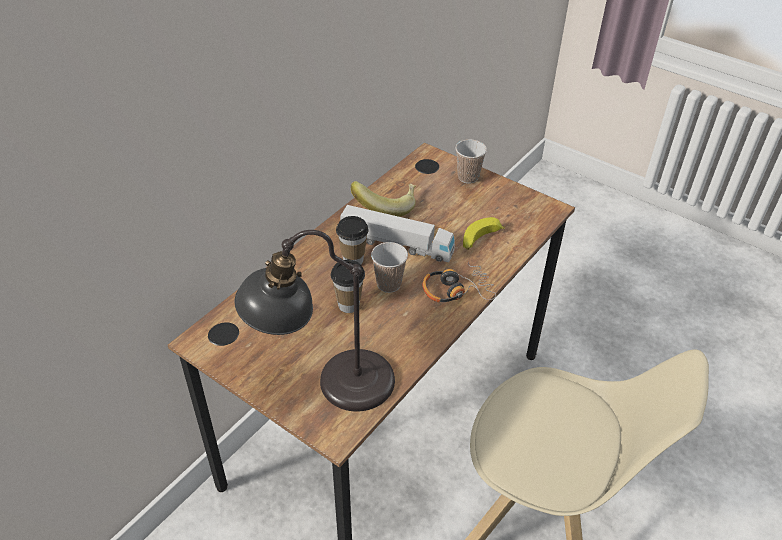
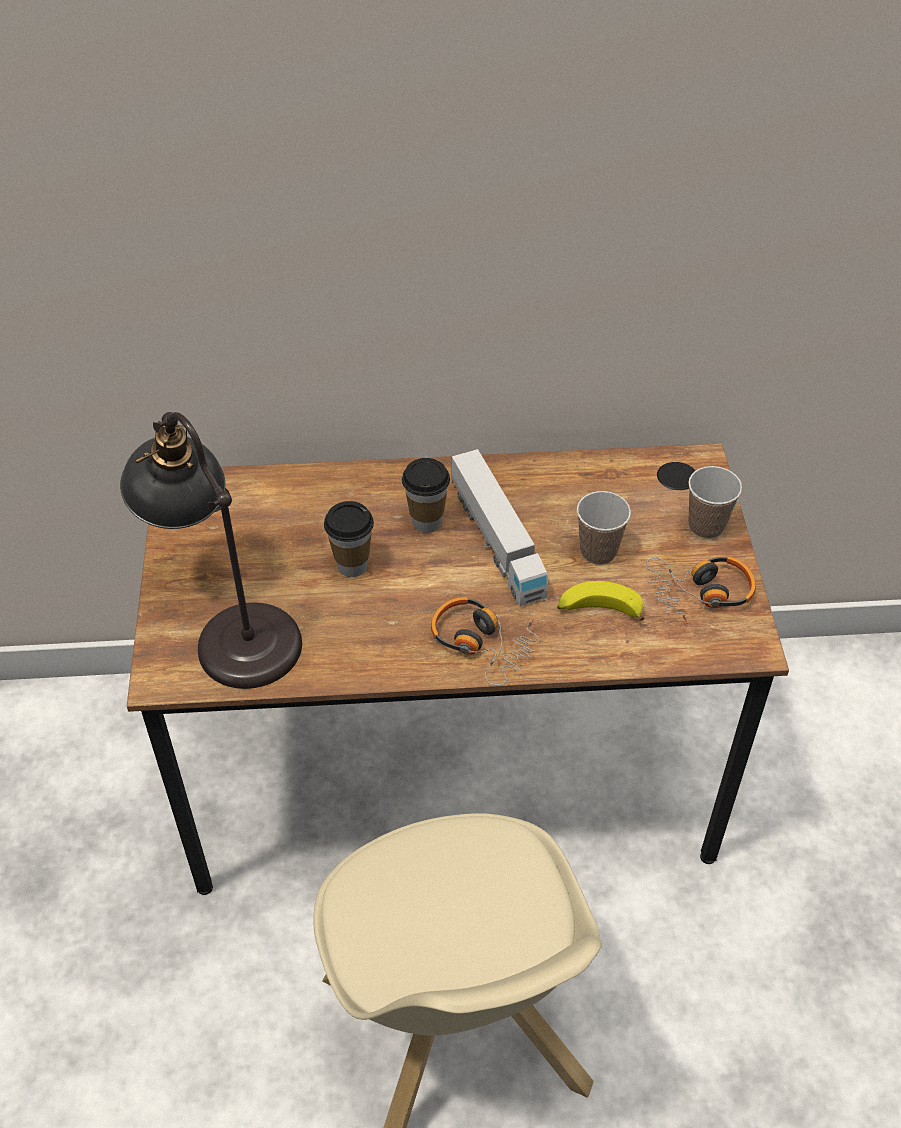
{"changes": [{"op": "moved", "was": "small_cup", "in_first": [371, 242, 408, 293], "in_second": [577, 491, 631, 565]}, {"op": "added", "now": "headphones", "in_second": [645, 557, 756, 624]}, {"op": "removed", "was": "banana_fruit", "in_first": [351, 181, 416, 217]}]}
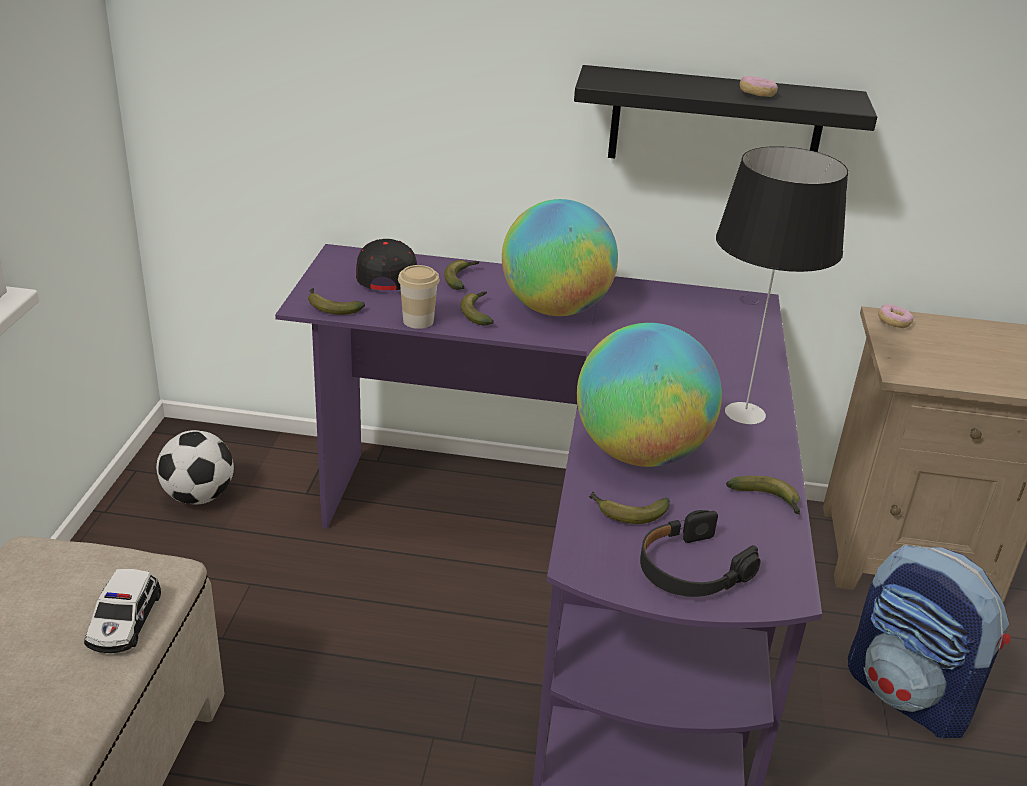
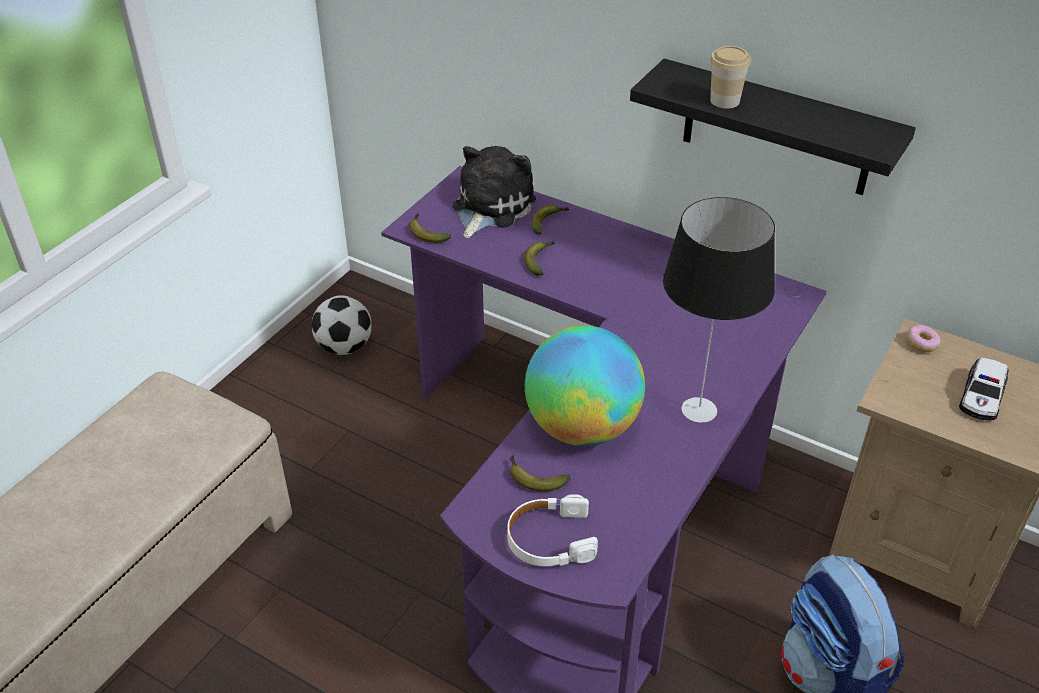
{"changes": [{"op": "replaced", "was": "black-coloured_cap", "now": "soft_toy", "in_first": [356, 239, 417, 290], "in_second": [453, 146, 536, 238]}, {"op": "recoloured", "was": "black-coloured_headphones", "now": "white-coloured_headphones", "in_first": [640, 510, 760, 597], "in_second": [507, 494, 598, 566]}, {"op": "moved", "was": "small_cup", "in_first": [398, 265, 440, 329], "in_second": [710, 46, 751, 109]}, {"op": "moved", "was": "toy_car", "in_first": [84, 569, 161, 653], "in_second": [959, 357, 1009, 421]}, {"op": "removed", "was": "globe", "in_first": [502, 199, 618, 316]}, {"op": "removed", "was": "banana_fruit", "in_first": [726, 476, 800, 515]}, {"op": "removed", "was": "donut", "in_first": [740, 76, 778, 97]}]}
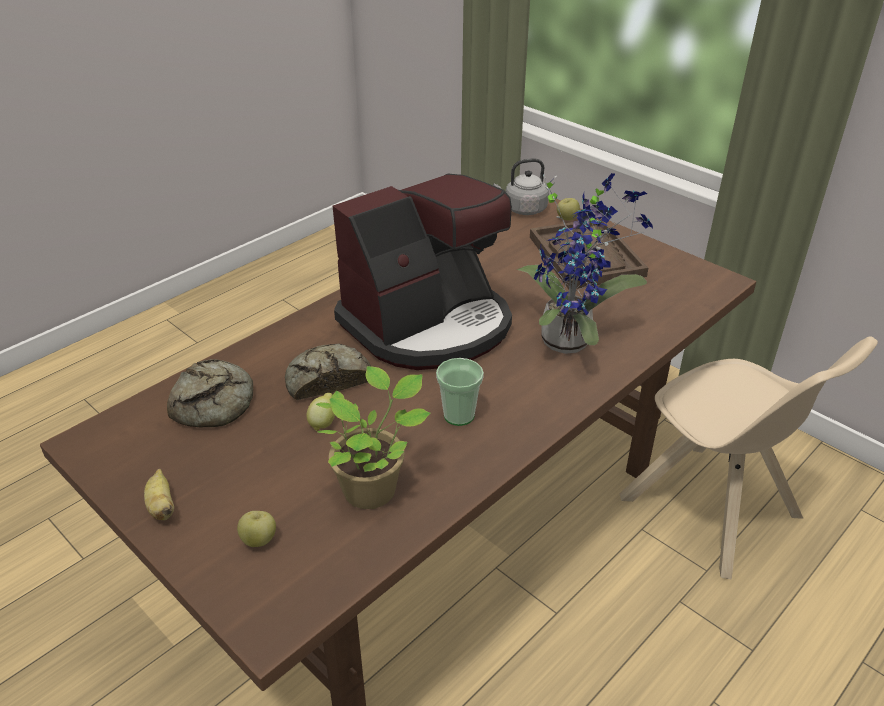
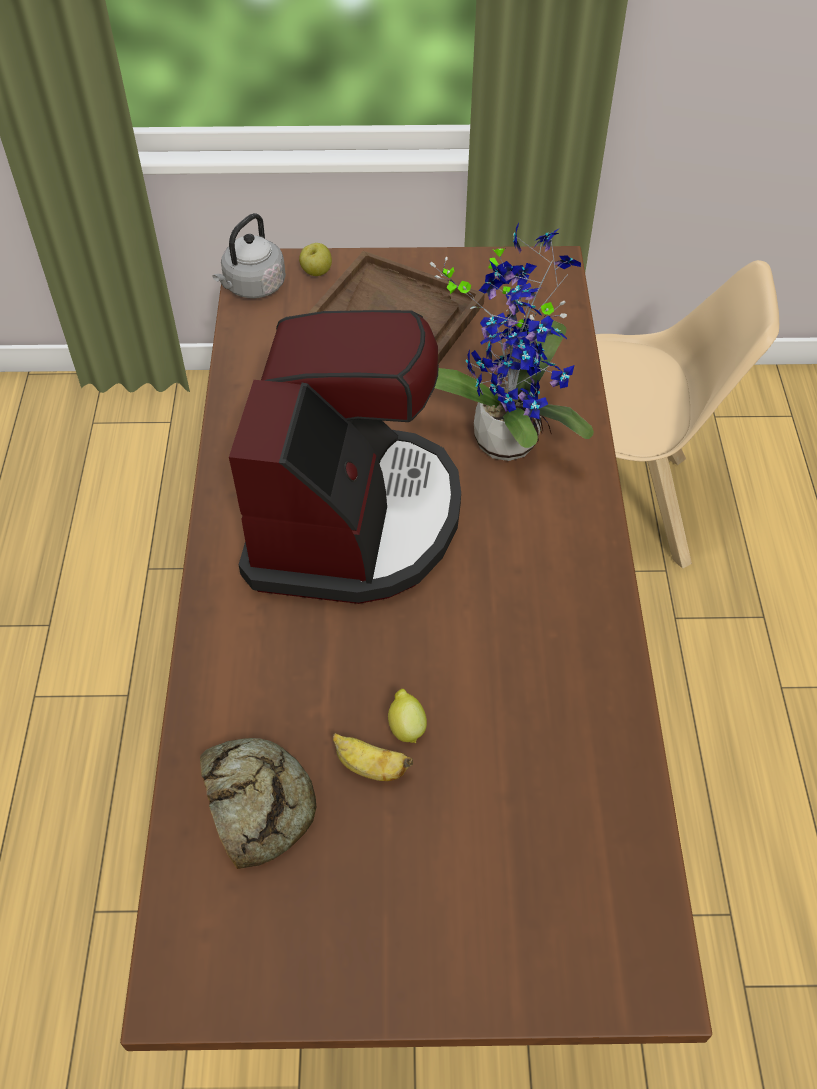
{"changes": [{"op": "moved", "was": "banana_fruit", "in_first": [144, 469, 174, 520], "in_second": [333, 733, 413, 781]}, {"op": "removed", "was": "apple", "in_first": [237, 511, 276, 547]}, {"op": "removed", "was": "bread", "in_first": [285, 343, 371, 400]}, {"op": "removed", "was": "potted_plant", "in_first": [316, 366, 431, 509]}, {"op": "removed", "was": "small_cup", "in_first": [436, 358, 484, 426]}]}
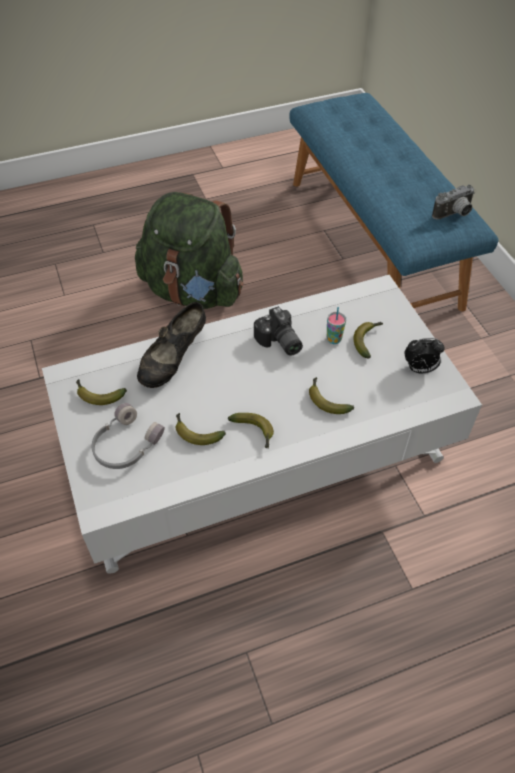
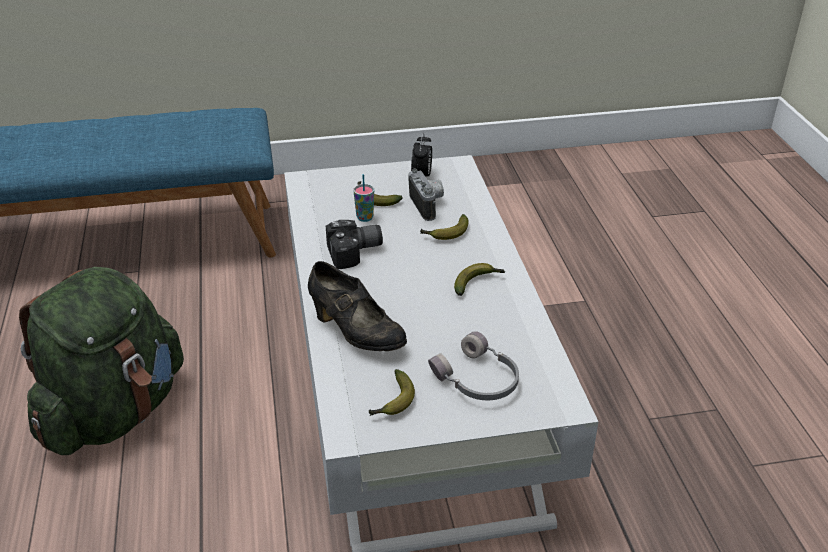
{"changes": [{"op": "moved", "was": "photo_camera", "in_first": [432, 184, 475, 220], "in_second": [408, 168, 444, 221]}, {"op": "removed", "was": "banana_fruit", "in_first": [176, 413, 226, 445]}]}
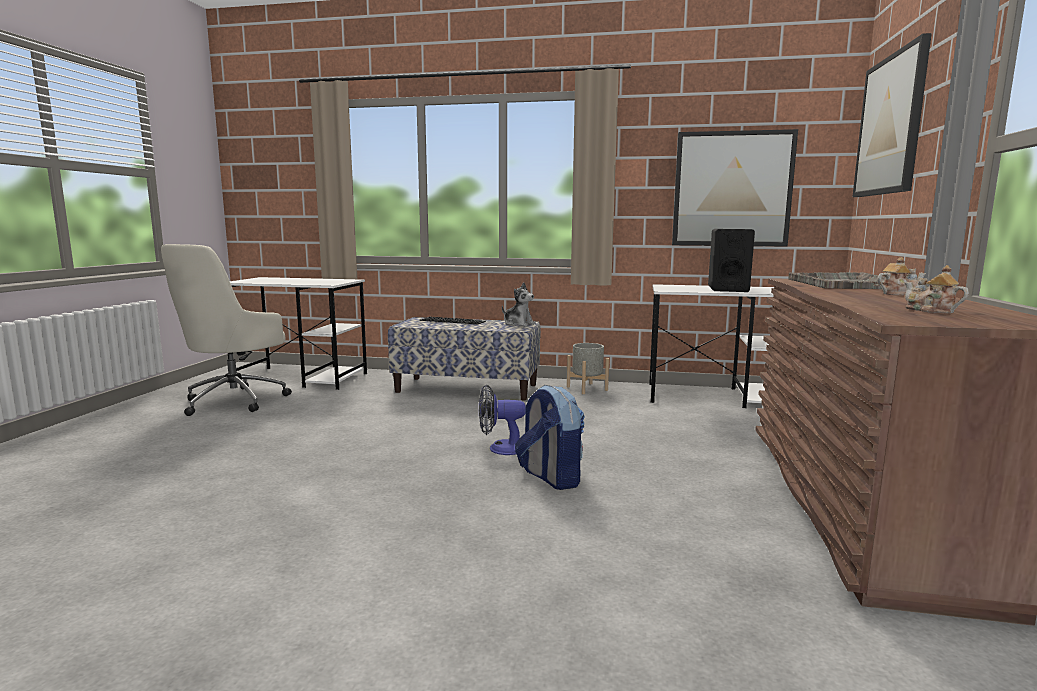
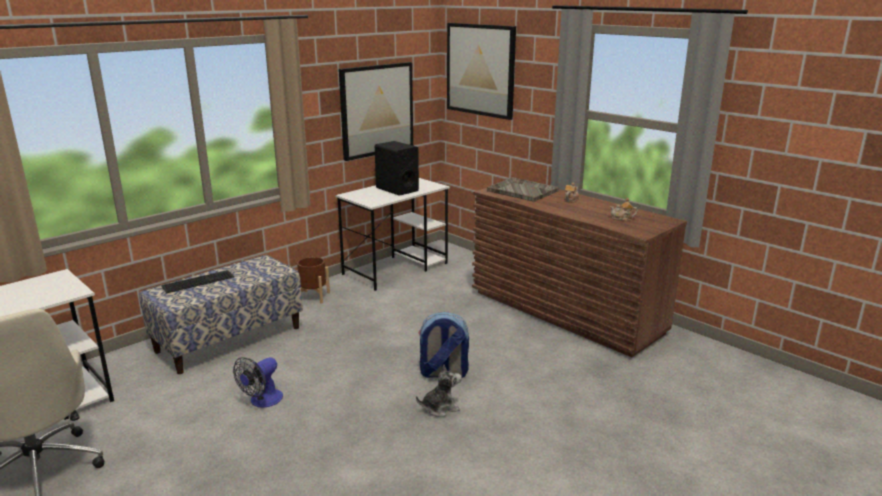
{"changes": [{"op": "moved", "was": "cooling_fan", "in_first": [479, 384, 526, 455], "in_second": [233, 357, 283, 408]}, {"op": "recoloured", "was": "grey_flower_pot", "now": "brown-coloured_flower_pot", "in_first": [567, 343, 609, 394], "in_second": [297, 257, 330, 304]}, {"op": "moved", "was": "soft_toy", "in_first": [502, 282, 536, 326], "in_second": [416, 364, 462, 417]}]}
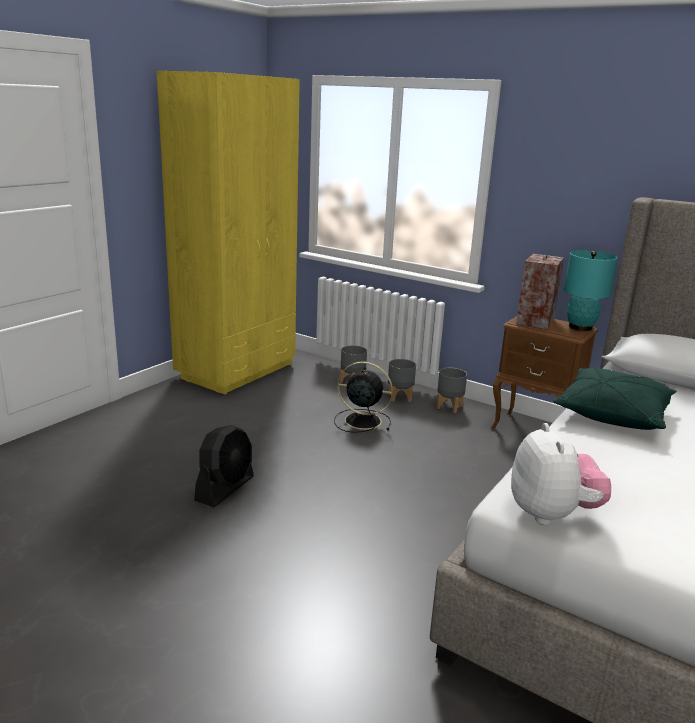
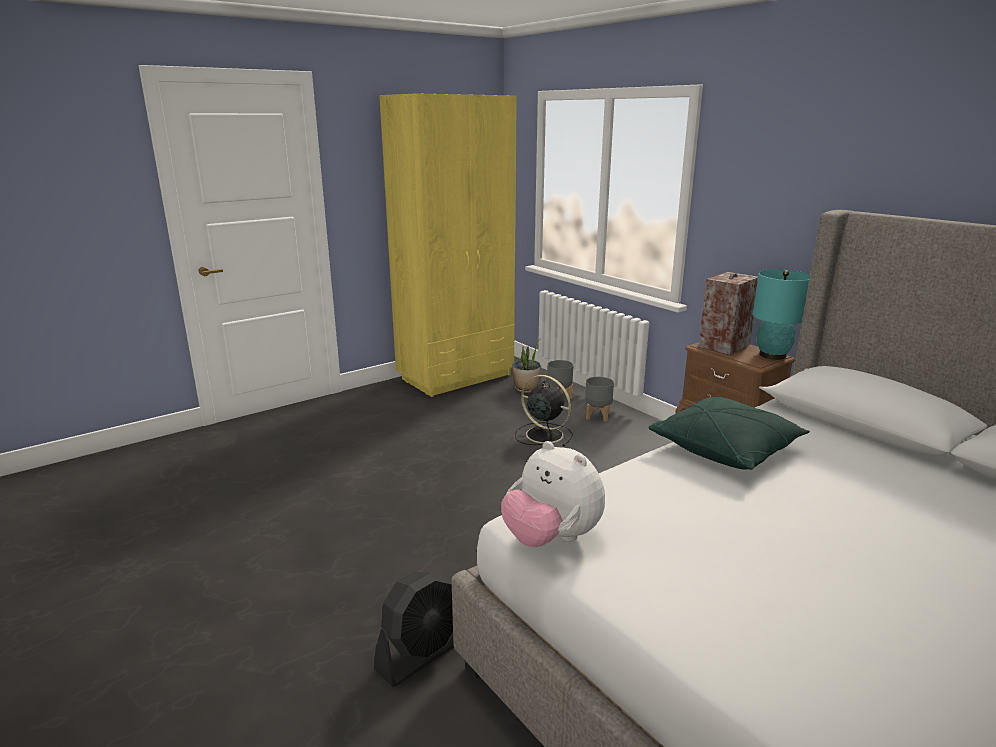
{"changes": [{"op": "moved", "was": "black-coloured_cooling_fan", "in_first": [194, 425, 254, 507], "in_second": [374, 572, 454, 687]}, {"op": "turned", "was": "soft_toy", "in_first": [511, 423, 611, 525], "in_second": [501, 441, 605, 547], "clockwise": 120}, {"op": "added", "now": "potted_plant", "in_second": [512, 339, 541, 393]}, {"op": "removed", "was": "grey_flower_pot", "in_first": [436, 368, 467, 413]}]}
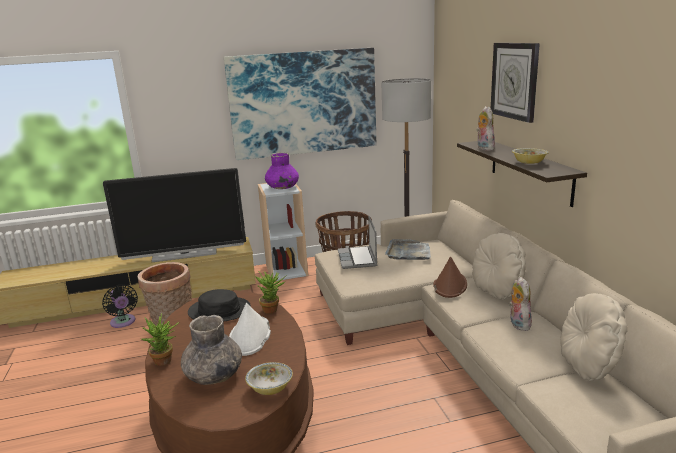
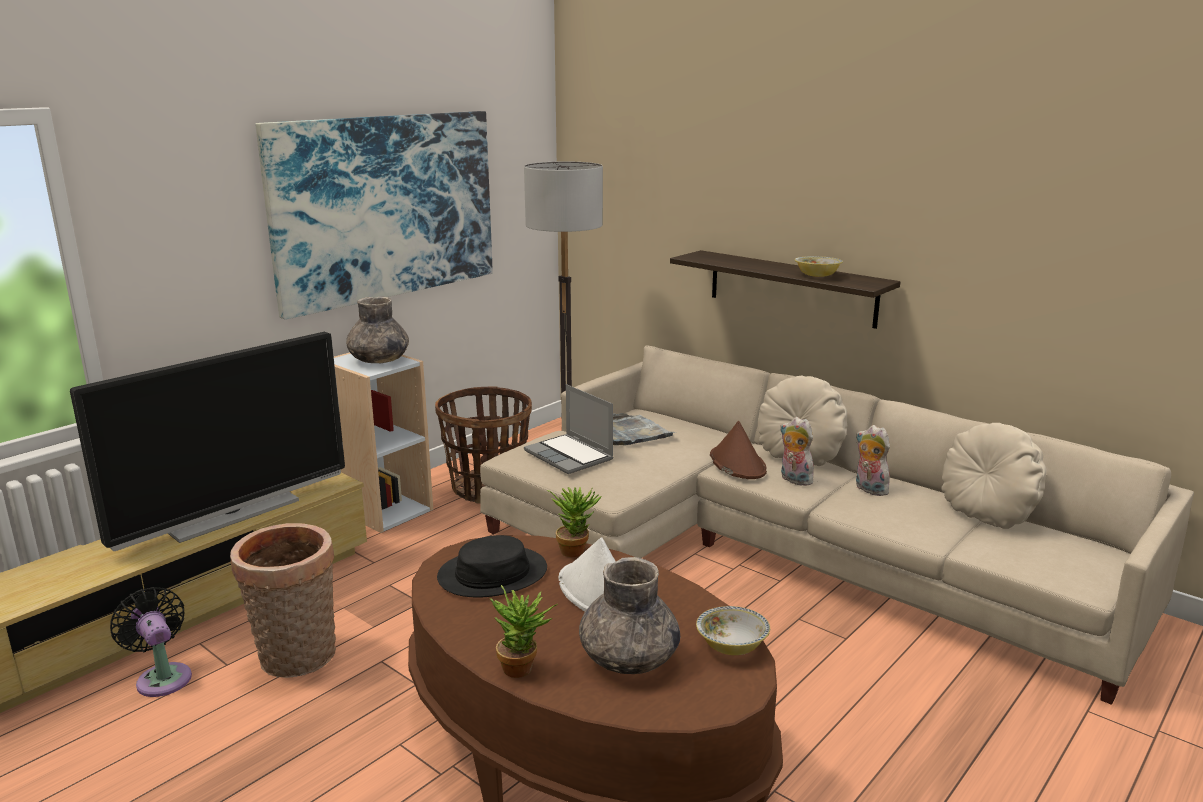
{"changes": [{"op": "turned", "was": "black-coloured_cooling_fan", "in_first": [102, 285, 138, 328], "in_second": [110, 587, 192, 697], "clockwise": -150}, {"op": "recoloured", "was": "purple_decorative_vase", "now": "grey_decorative_vase", "in_first": [265, 152, 299, 189], "in_second": [346, 296, 409, 363]}, {"op": "moved", "was": "soft_toy", "in_first": [476, 106, 495, 150], "in_second": [780, 417, 814, 486]}, {"op": "removed", "was": "hanging_clock", "in_first": [491, 43, 540, 123]}]}
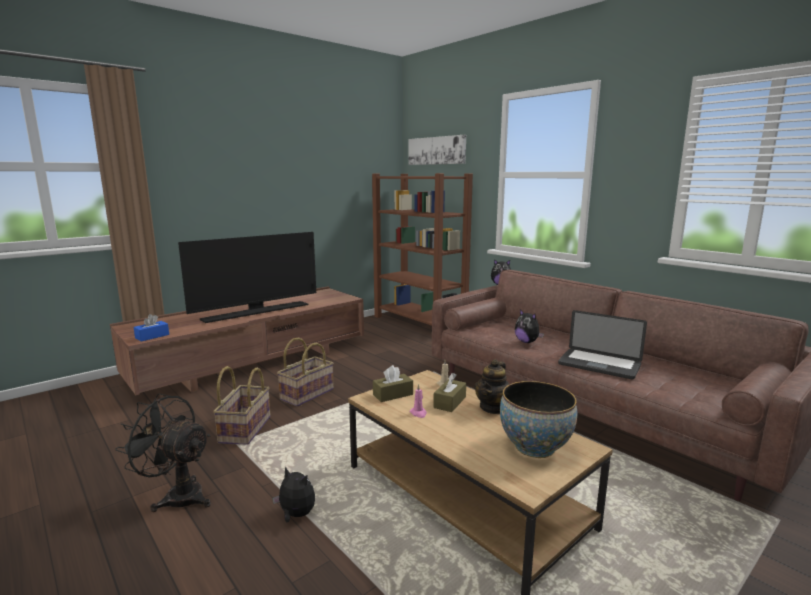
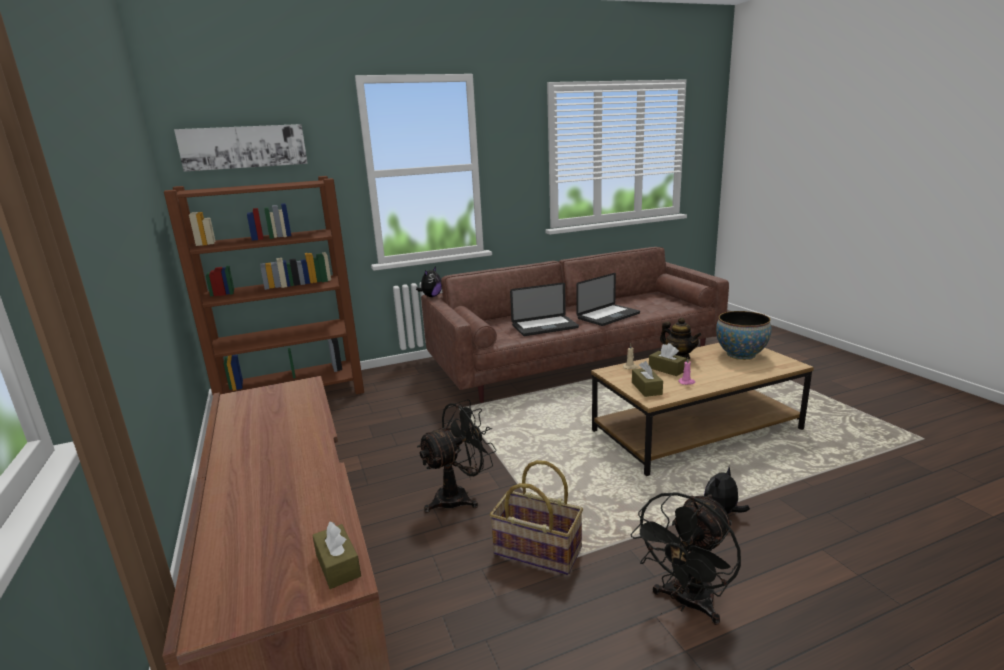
{"changes": [{"op": "recoloured", "was": "bluish_tissue_holder", "now": "brown-coloured_tissue_holder", "in_first": [134, 314, 169, 342], "in_second": [312, 521, 361, 589]}, {"op": "replaced", "was": "storage_basket", "now": "black-coloured_cooling_fan", "in_first": [277, 337, 334, 407], "in_second": [417, 399, 496, 513]}, {"op": "replaced", "was": "soft_toy", "now": "notebook_computer", "in_first": [515, 309, 544, 343], "in_second": [510, 283, 579, 336]}, {"op": "removed", "was": "TV_set", "in_first": [178, 232, 316, 323]}]}
